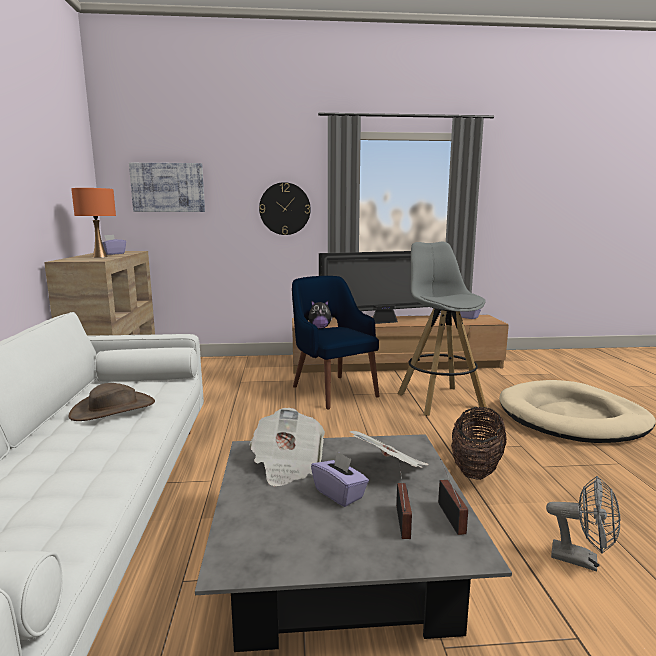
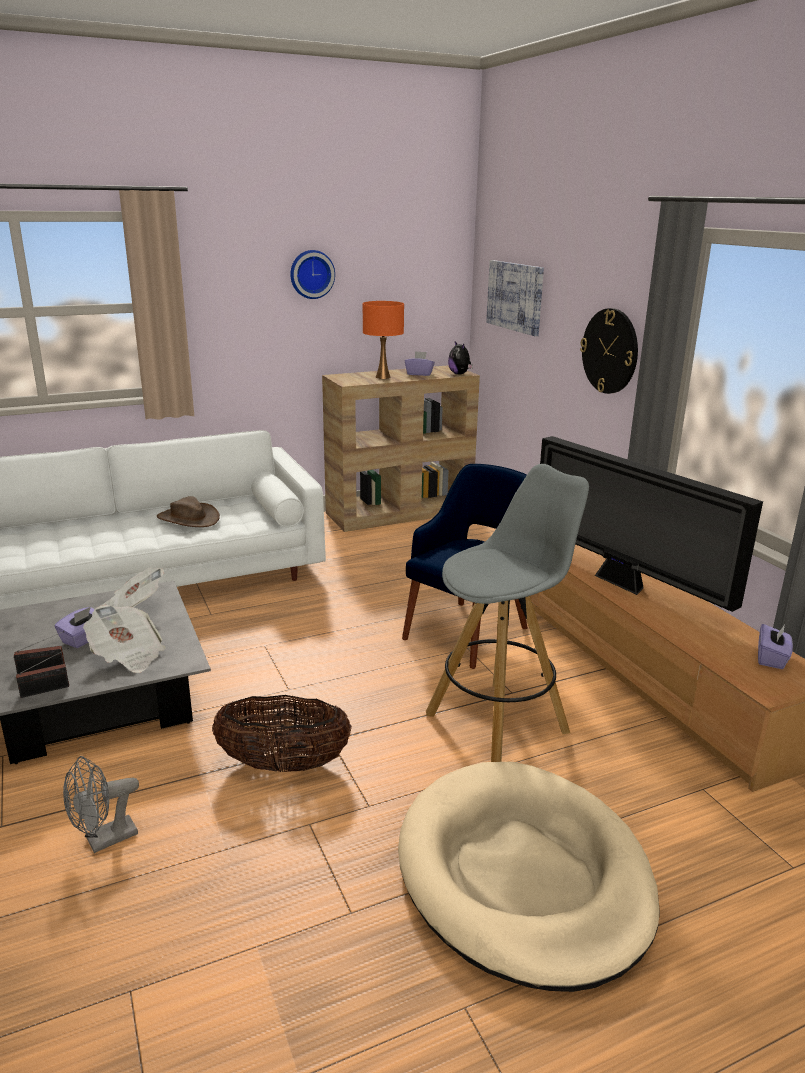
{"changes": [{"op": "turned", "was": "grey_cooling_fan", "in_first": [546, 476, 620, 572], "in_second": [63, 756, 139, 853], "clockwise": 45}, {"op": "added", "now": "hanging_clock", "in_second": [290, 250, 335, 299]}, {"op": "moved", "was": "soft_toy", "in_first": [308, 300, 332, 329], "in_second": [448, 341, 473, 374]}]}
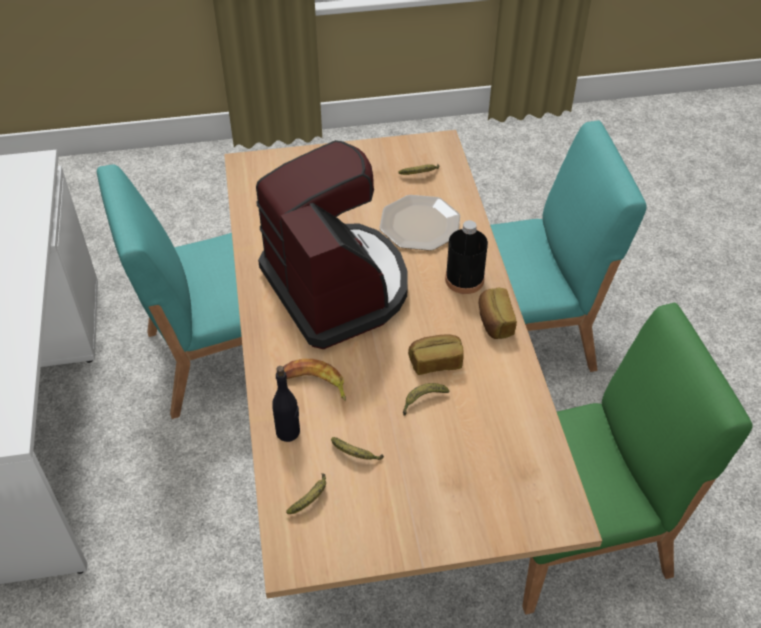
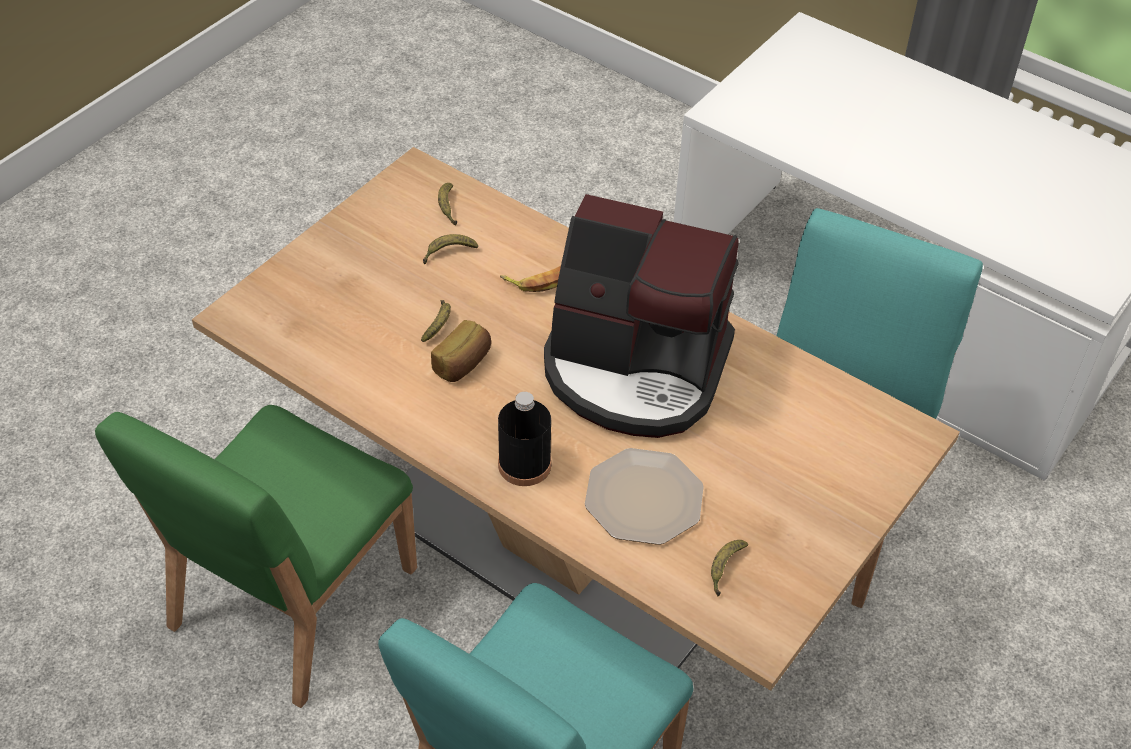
{"changes": [{"op": "removed", "was": "black-coloured_beverage_bottle", "in_first": [272, 366, 300, 442]}, {"op": "removed", "was": "bread", "in_first": [478, 288, 517, 339]}]}
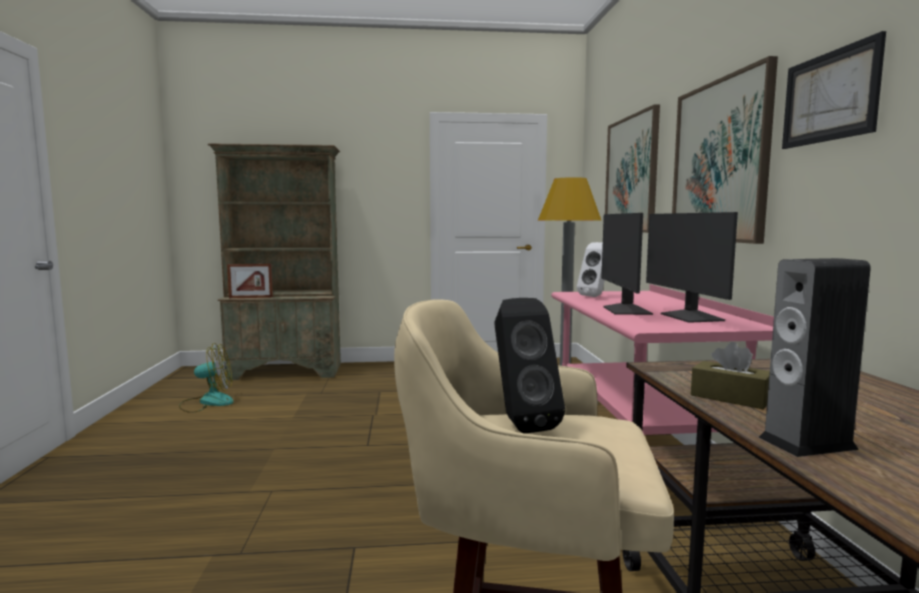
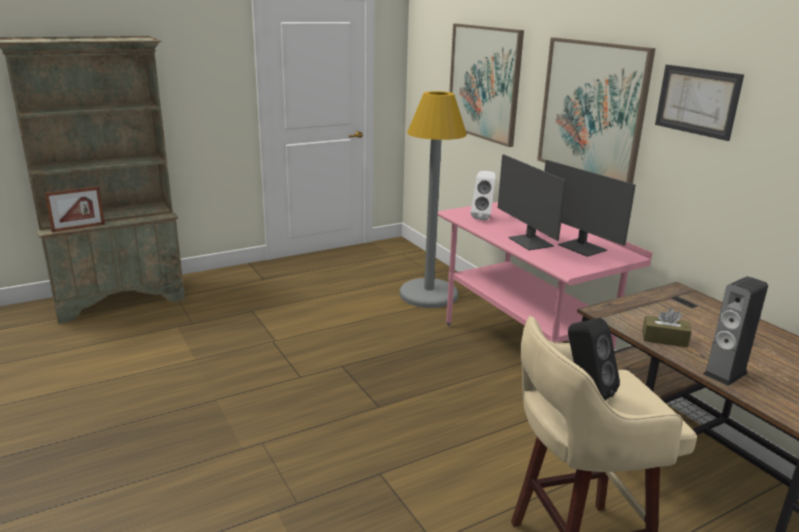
{"changes": [{"op": "removed", "was": "cooling_fan", "in_first": [179, 343, 234, 413]}]}
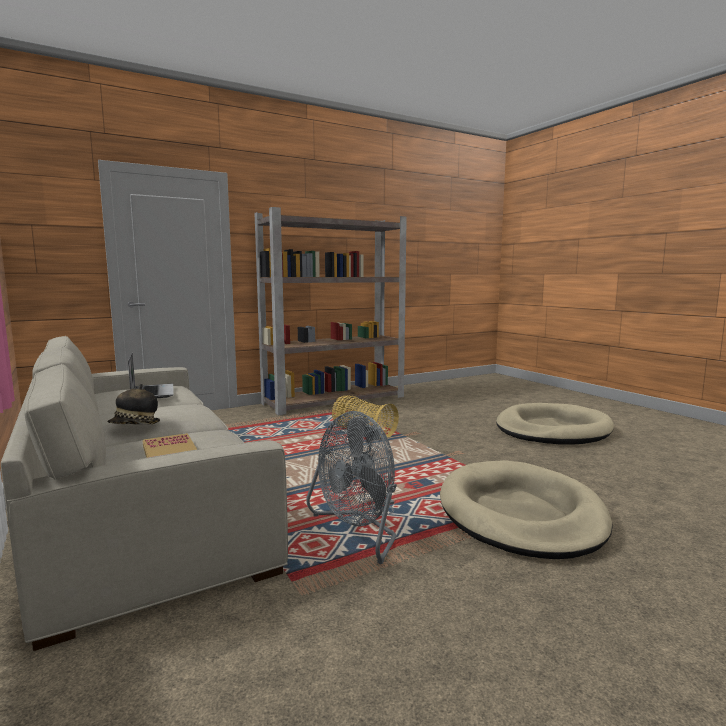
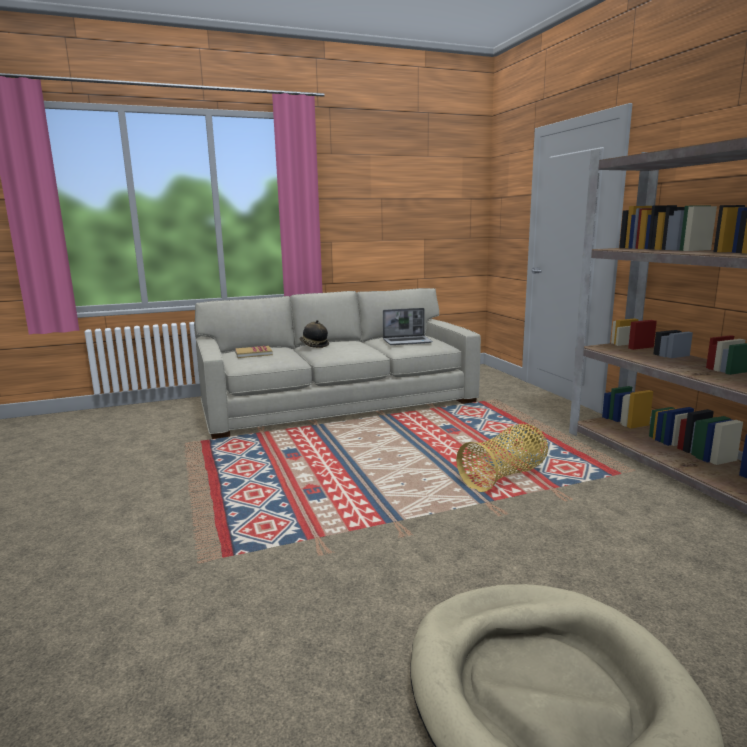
{"changes": [{"op": "removed", "was": "grey_cooling_fan", "in_first": [306, 411, 397, 565]}, {"op": "removed", "was": "beige_dog_bed", "in_first": [440, 460, 613, 559]}]}
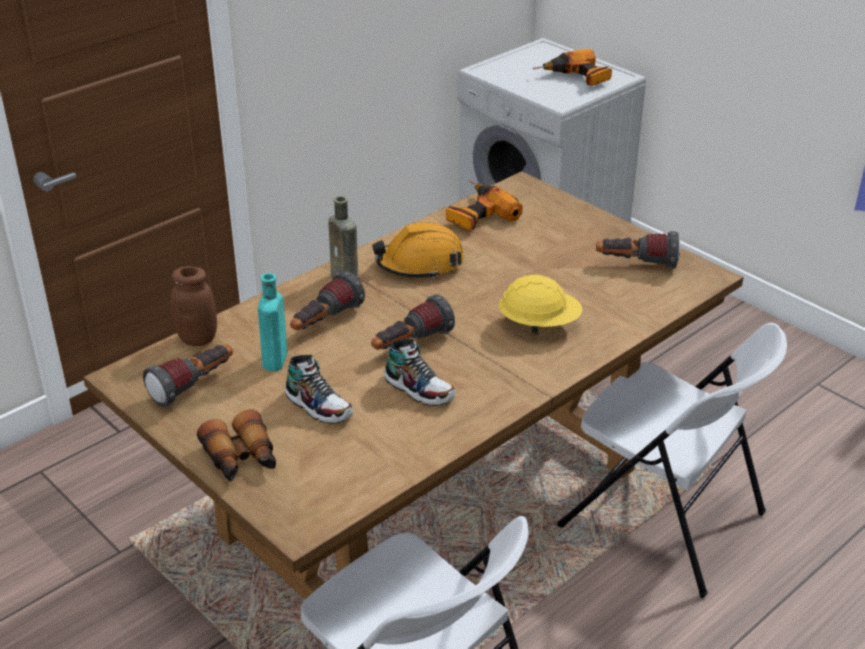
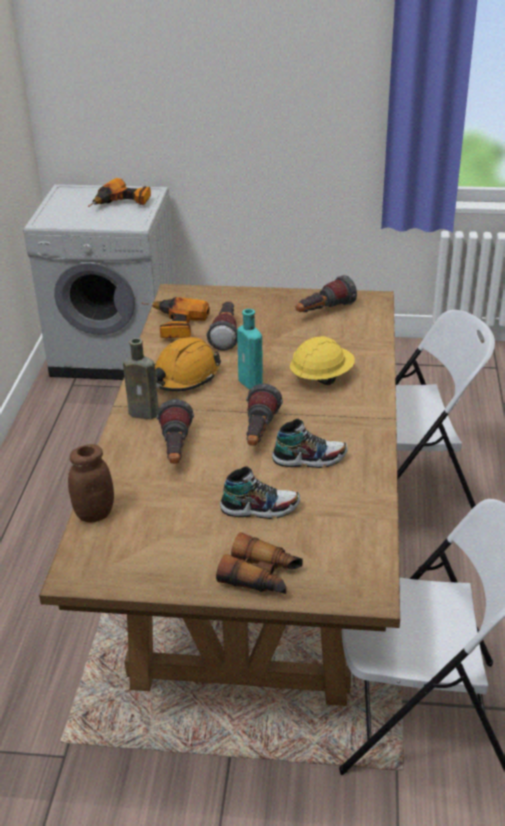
{"changes": [{"op": "moved", "was": "torch", "in_first": [143, 345, 233, 407], "in_second": [206, 301, 237, 351]}, {"op": "moved", "was": "blue-green_beverage_bottle", "in_first": [258, 273, 287, 372], "in_second": [237, 309, 263, 389]}]}
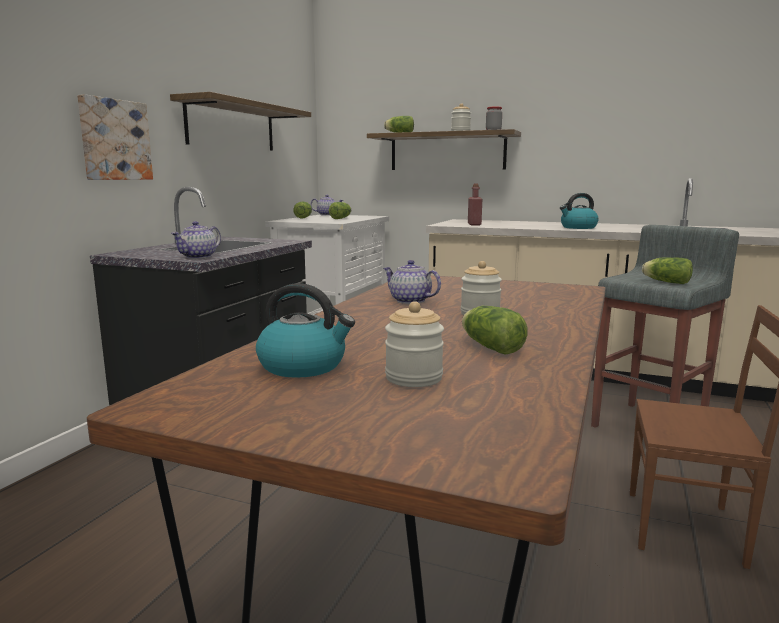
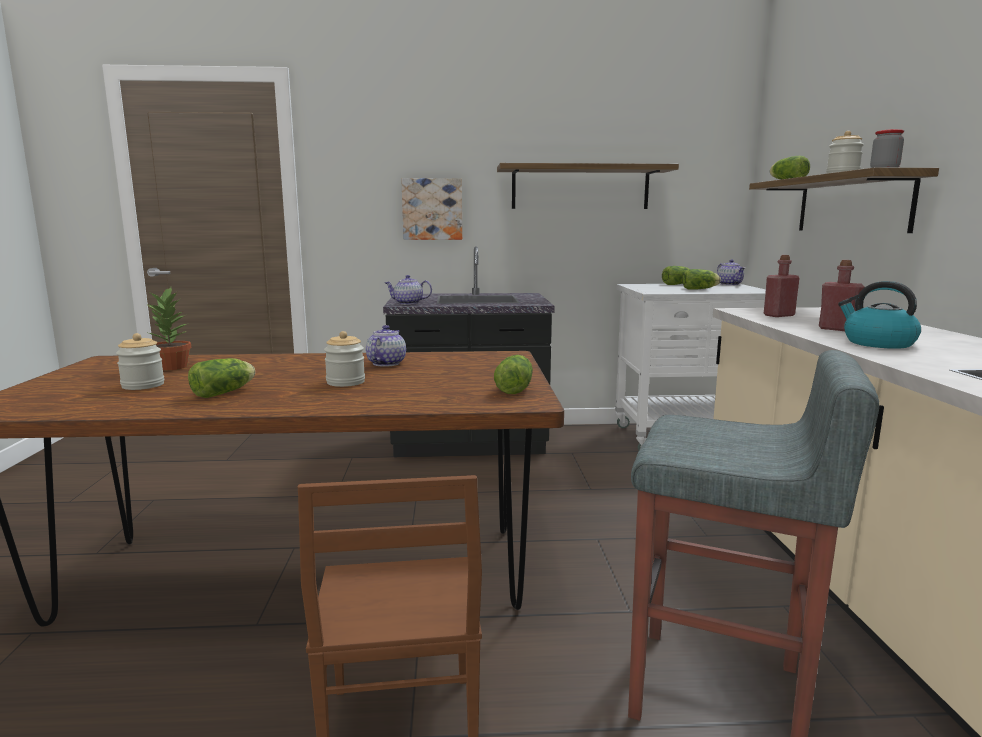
{"changes": [{"op": "replaced", "was": "kettle", "now": "potted_plant", "in_first": [256, 283, 355, 378], "in_second": [146, 287, 191, 370]}, {"op": "moved", "was": "lettuce_head", "in_first": [642, 258, 693, 284], "in_second": [494, 355, 533, 394]}, {"op": "added", "now": "reddish_beverage_bottle", "in_second": [819, 260, 865, 331]}]}
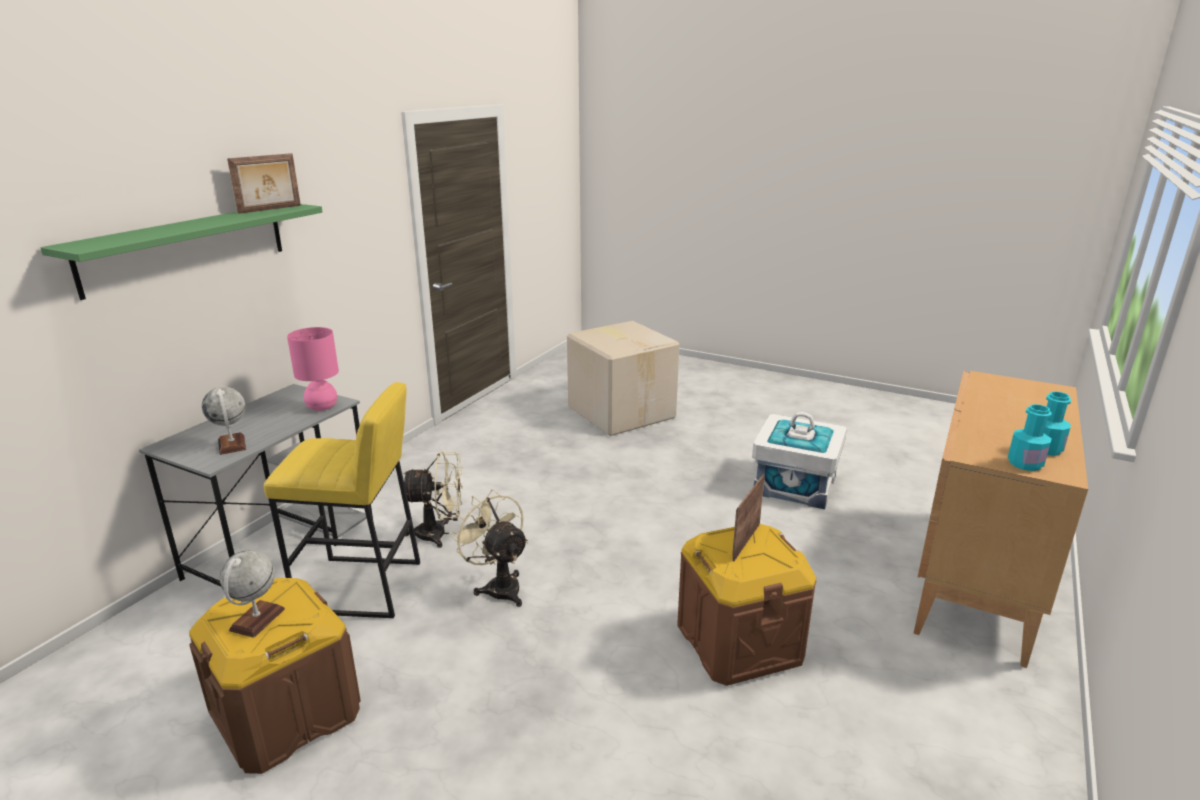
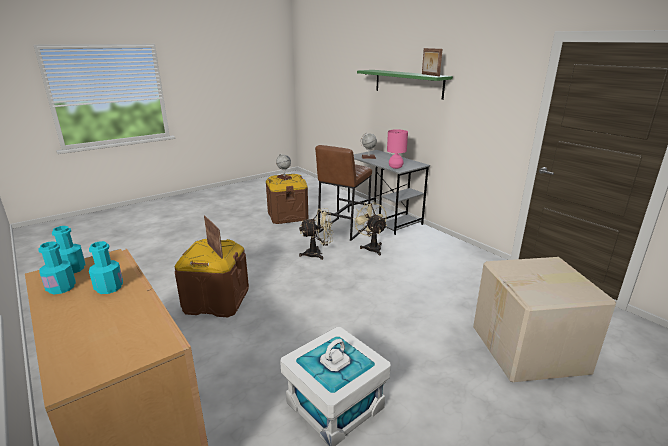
{"changes": [{"op": "added", "now": "blue-green_beverage_bottle", "in_second": [89, 241, 123, 294]}, {"op": "recoloured", "was": "yellowish_stool", "now": "brown-coloured_stool", "in_first": [264, 382, 420, 618], "in_second": [315, 145, 372, 241]}, {"op": "turned", "was": "beige_cooling_fan", "in_first": [403, 451, 463, 548], "in_second": [352, 202, 387, 255], "clockwise": 135}]}
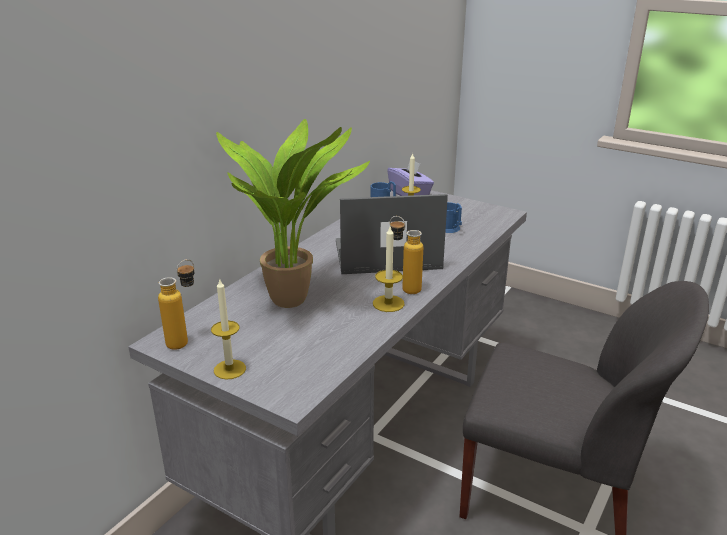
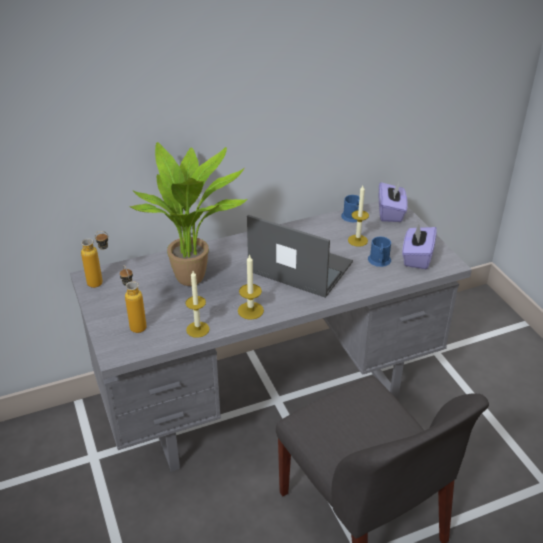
{"changes": [{"op": "moved", "was": "beverage_bottle", "in_first": [390, 216, 423, 294], "in_second": [120, 265, 147, 333]}, {"op": "moved", "was": "wax_light", "in_first": [211, 278, 246, 380], "in_second": [185, 271, 210, 338]}, {"op": "added", "now": "purple_tissue_holder", "in_second": [402, 223, 437, 269]}]}
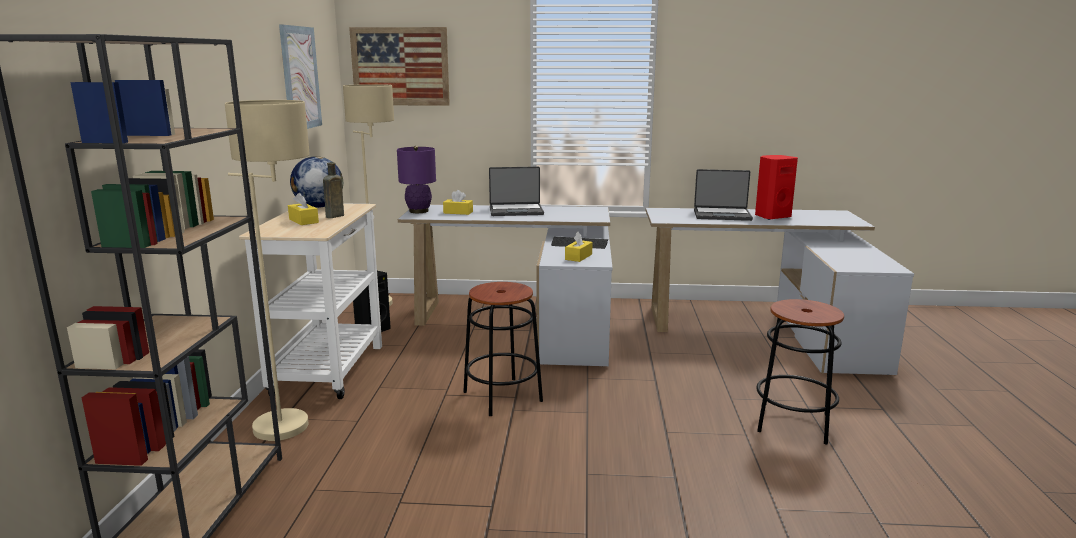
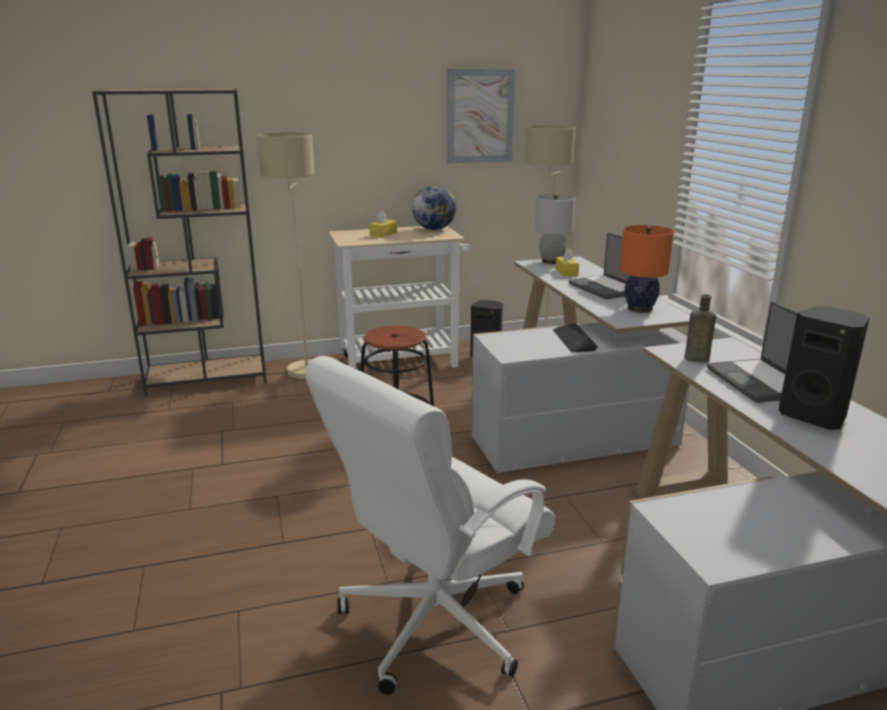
{"changes": [{"op": "replaced", "was": "black-coloured_stool", "now": "white-coloured_computer_chair", "in_first": [756, 299, 844, 445], "in_second": [305, 356, 555, 694]}, {"op": "recoloured", "was": "purple_table_lamp", "now": "white-coloured_table_lamp", "in_first": [397, 146, 436, 213], "in_second": [534, 194, 575, 264]}, {"op": "added", "now": "orange_table_lamp", "in_second": [620, 225, 674, 312]}, {"op": "moved", "was": "brown-coloured_beverage_bottle", "in_first": [323, 162, 344, 218], "in_second": [684, 294, 716, 363]}, {"op": "recoloured", "was": "reddish_speaker", "now": "black-coloured_speaker", "in_first": [755, 155, 798, 220], "in_second": [779, 306, 870, 430]}, {"op": "removed", "was": "picture", "in_first": [349, 27, 450, 106]}, {"op": "removed", "was": "yellowish_tissue_holder", "in_first": [565, 232, 593, 262]}]}
